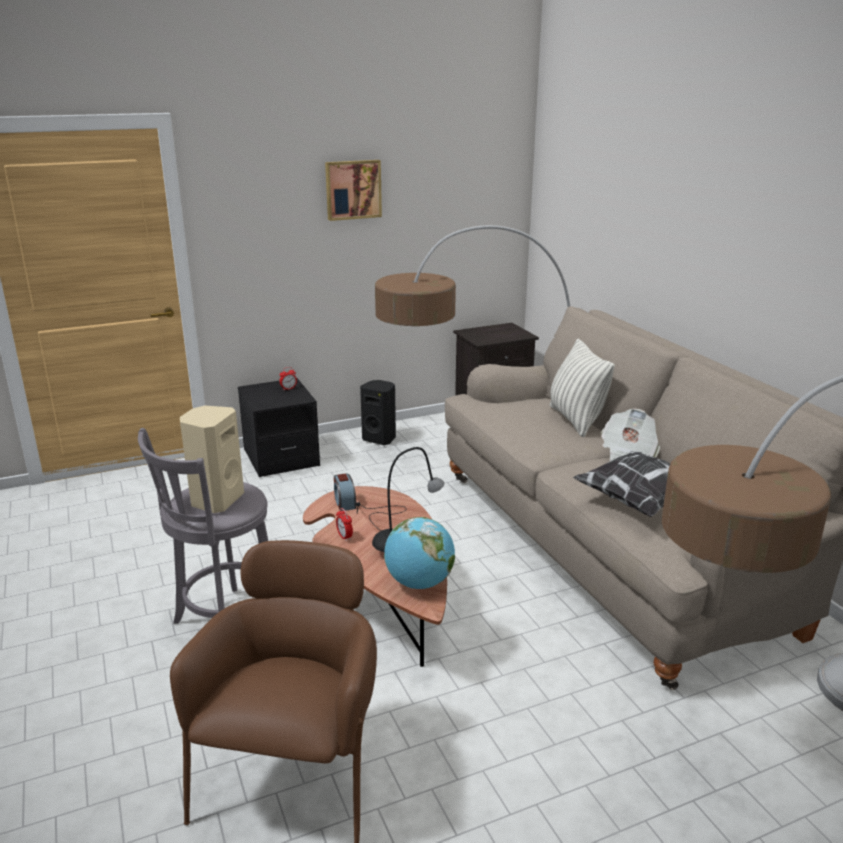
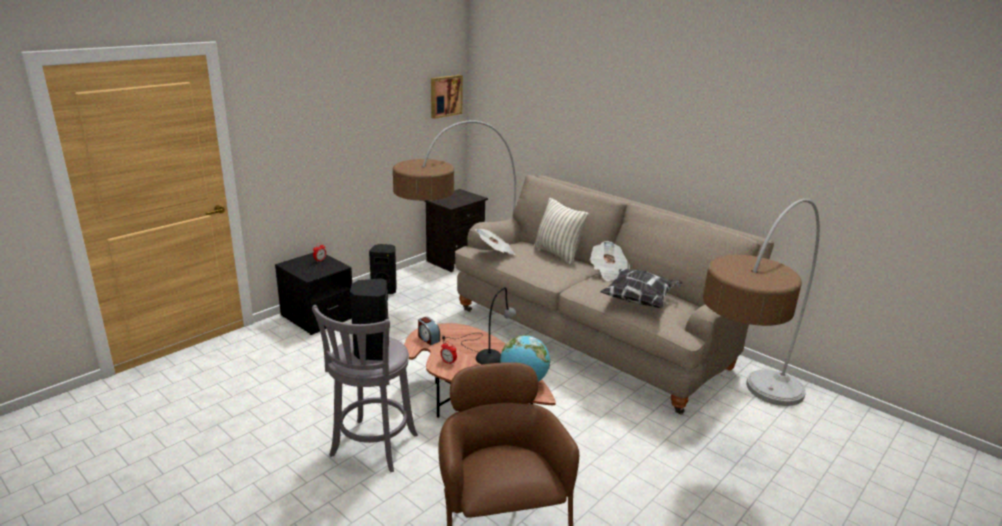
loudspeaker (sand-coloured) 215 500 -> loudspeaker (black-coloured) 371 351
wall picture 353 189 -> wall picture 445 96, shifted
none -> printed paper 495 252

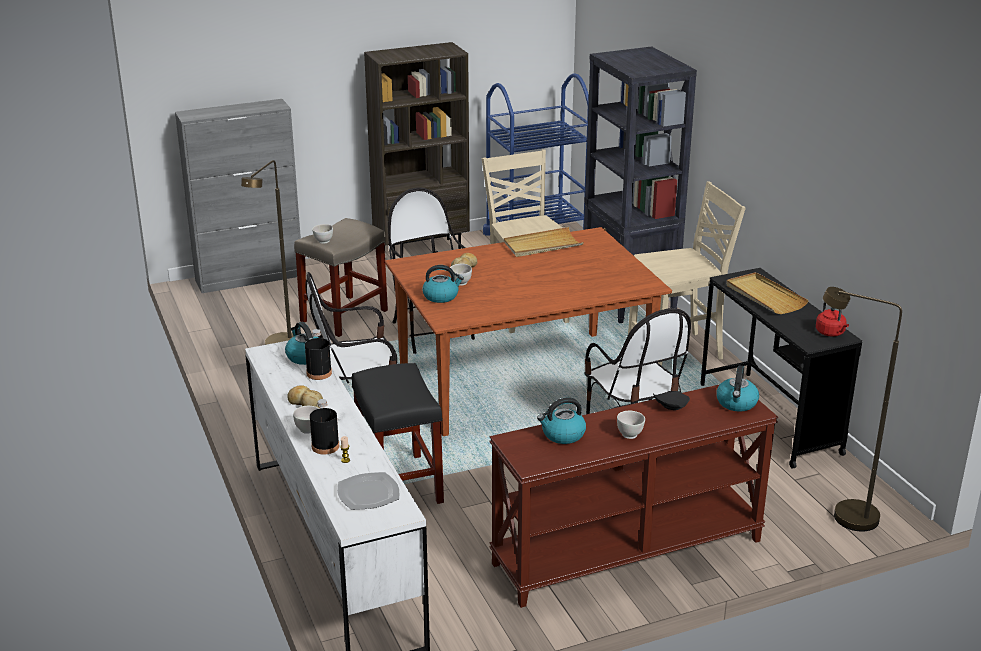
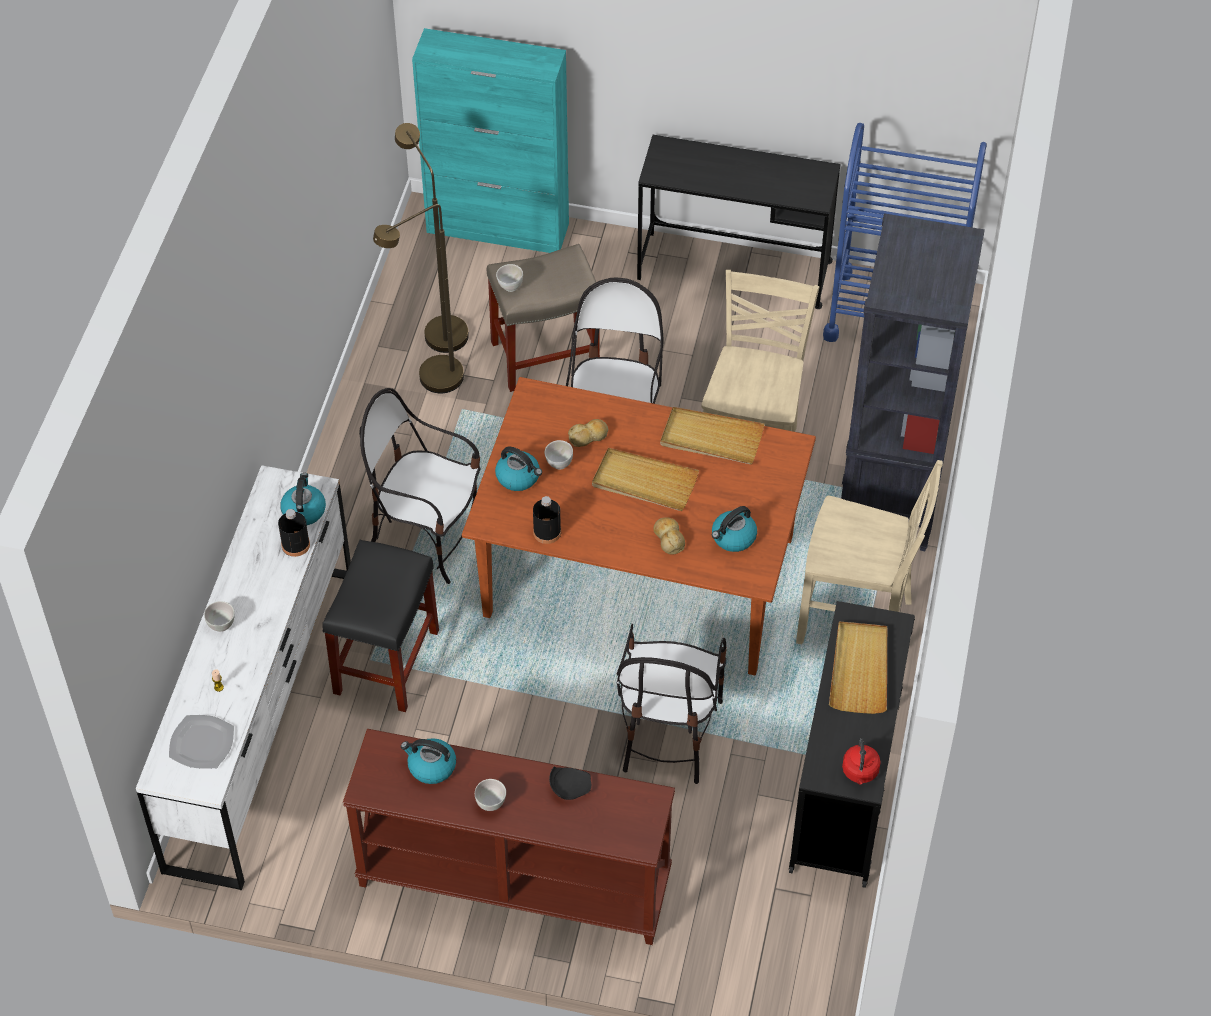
storage cabinet (grey) 250 278 -> storage cabinet (blue-green) 498 228
bread 305 403 -> bread 669 538, shifted
beverage bottle (black-coloured) 325 446 -> beverage bottle (black-coloured) 547 532, shifted
bookshelf (brownish) 422 250 -> desk table (black-coloured) 734 270
water kettle 736 403 -> water kettle 733 538, shifted
standing lamp (brownish) 843 515 -> standing lamp (brownish) 439 328, shifted
none -> serving tray (sand-coloured) 644 482

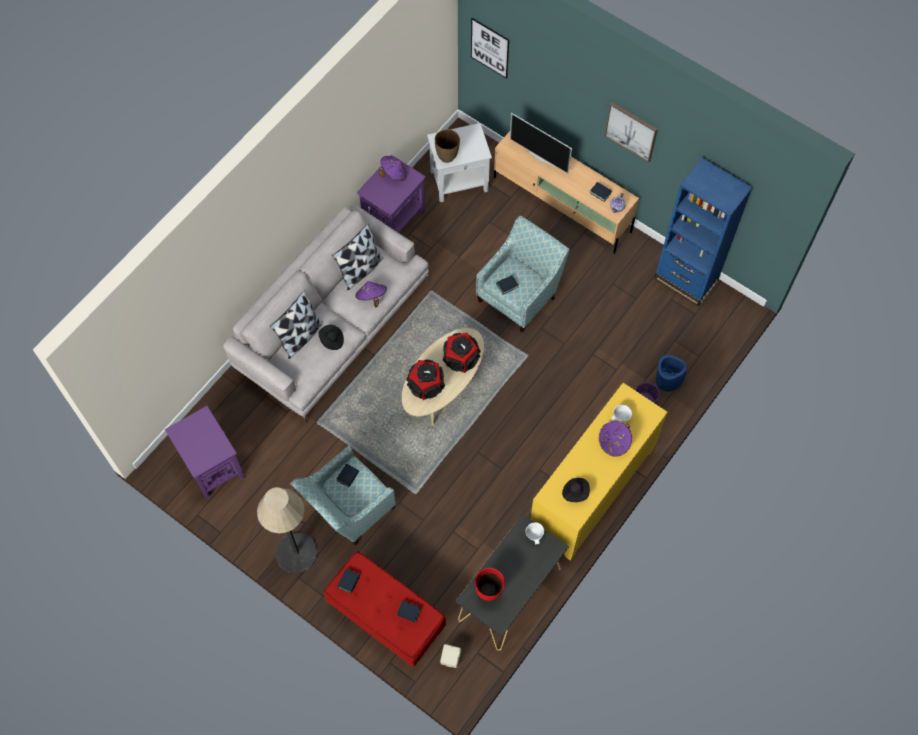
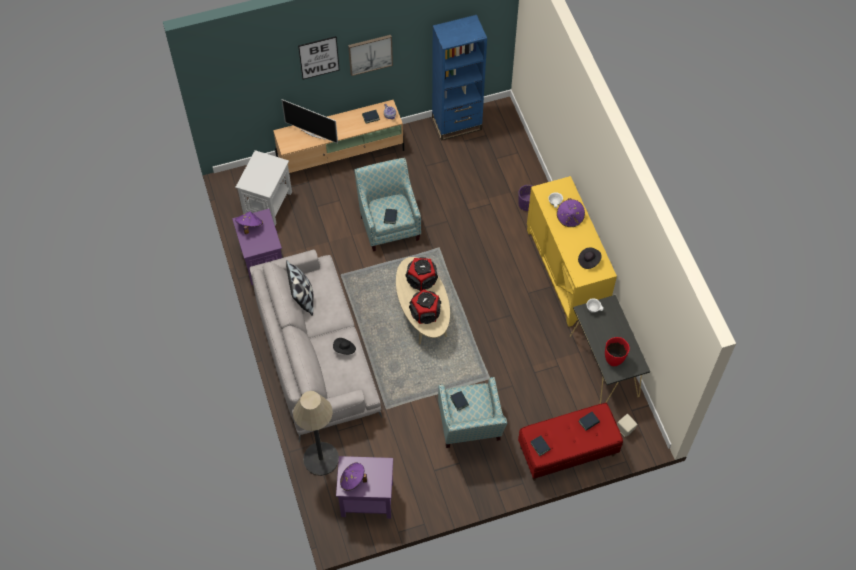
standing lamp 296 552 -> standing lamp 321 459, shifted
cushion 300 336 -> none
wearable hat (purple-coloured) 371 297 -> wearable hat (purple-coloured) 352 480, shifted
vase (brownish) 447 156 -> none
wall picture 490 48 -> wall picture 319 57, shifted
television 540 157 -> television 313 133, 45 degrees clockwise
plant pot (bluish) 668 380 -> none

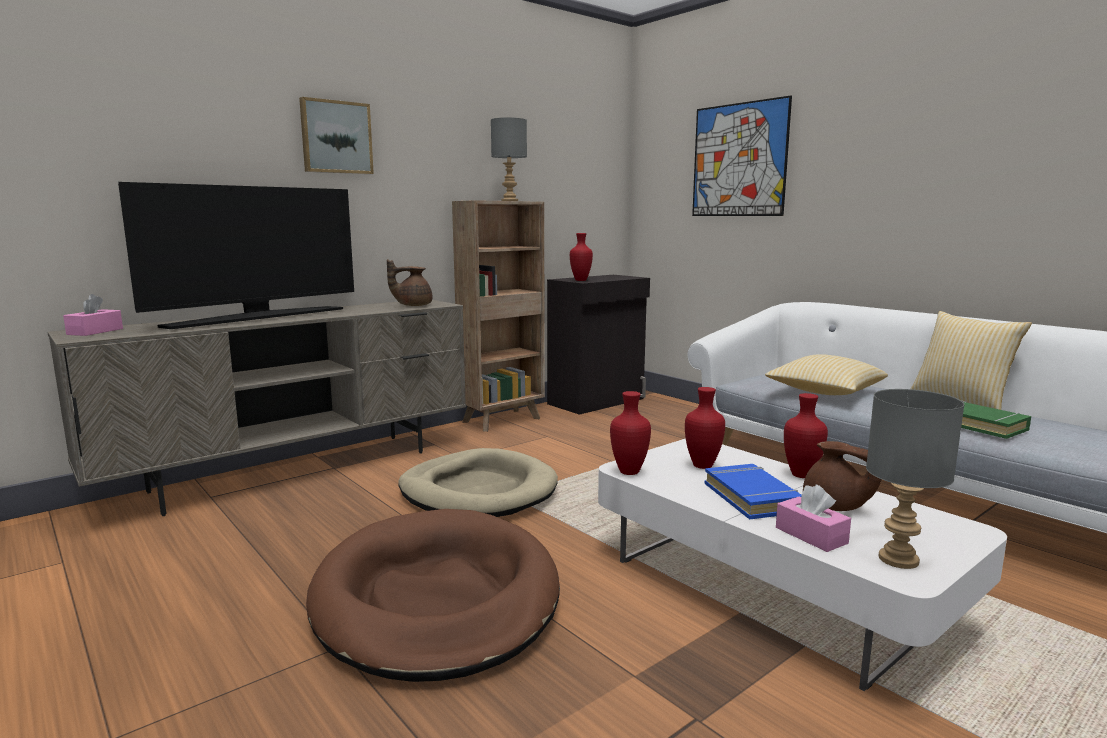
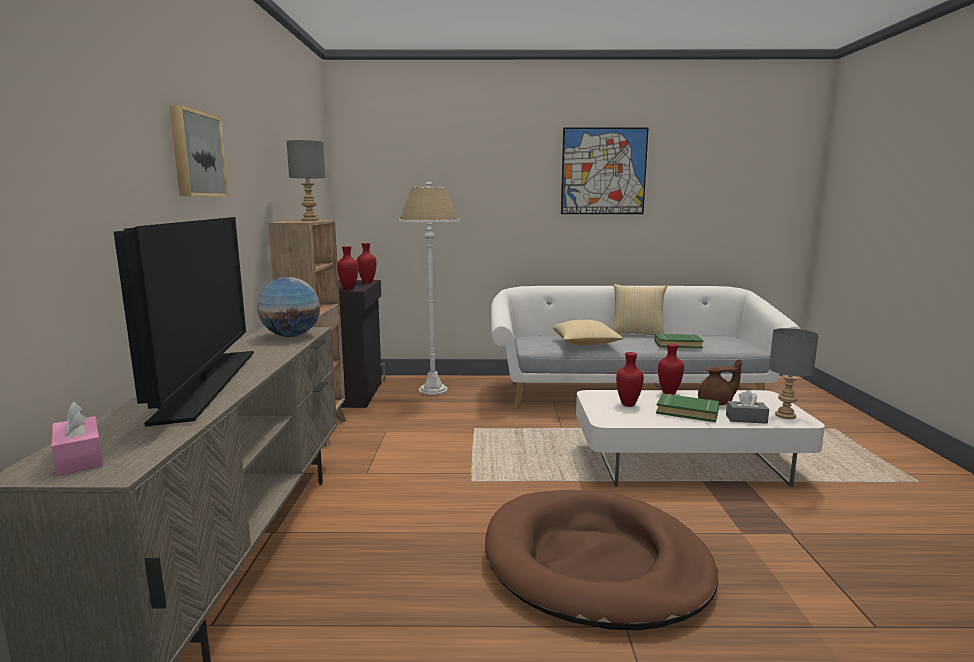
tea pot (brownish) 412 305 -> globe 290 336
pet bed (sand-coloured) 478 491 -> none
vase (red) 627 472 -> vase (red) 367 282, shifted
wall picture 739 160 -> wall picture 603 171, shifted
bound book (bluish) 752 497 -> bound book (greenish) 687 412
tissue holder (pink-coloured) 811 535 -> tissue holder (grey) 746 419
none -> standing lamp (whitish) 433 390

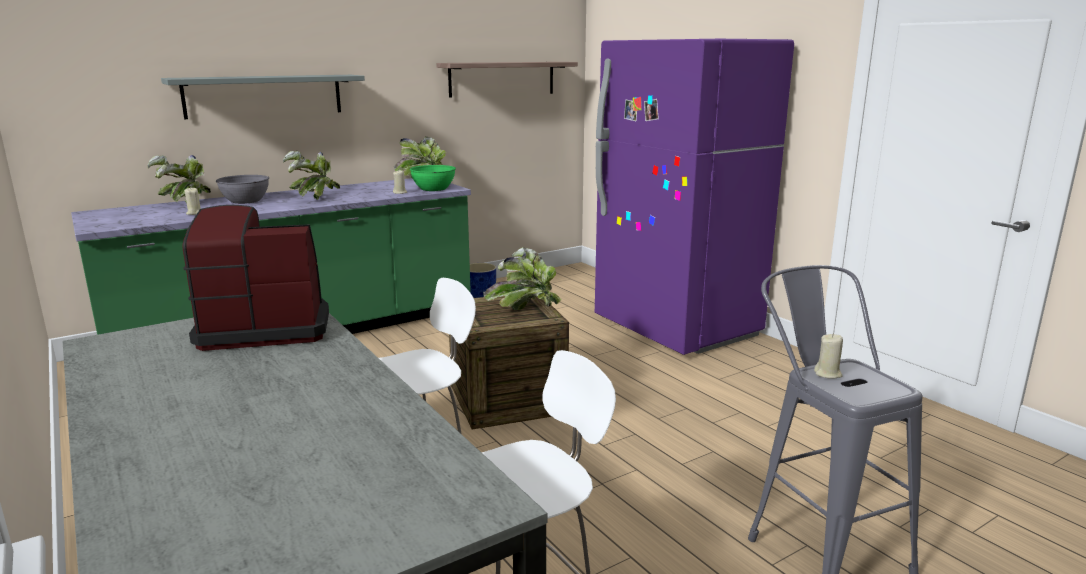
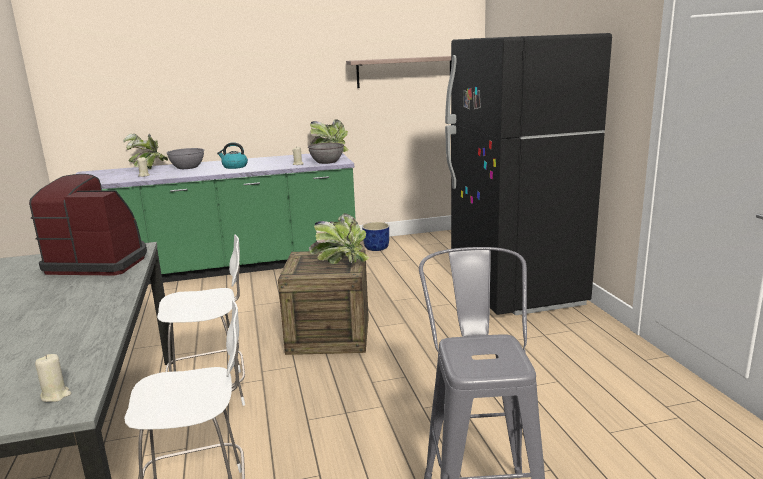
wall shelf (grey) 264 96 -> none
plant in a pot 315 198 -> water kettle 234 166
serving bowl (greenish) 433 189 -> serving bowl (grey) 327 161
kitchen fridge (purple-coloured) 676 328 -> kitchen fridge (black-coloured) 516 291
wax light (sand-coloured) 828 374 -> wax light (sand-coloured) 56 395, shifted

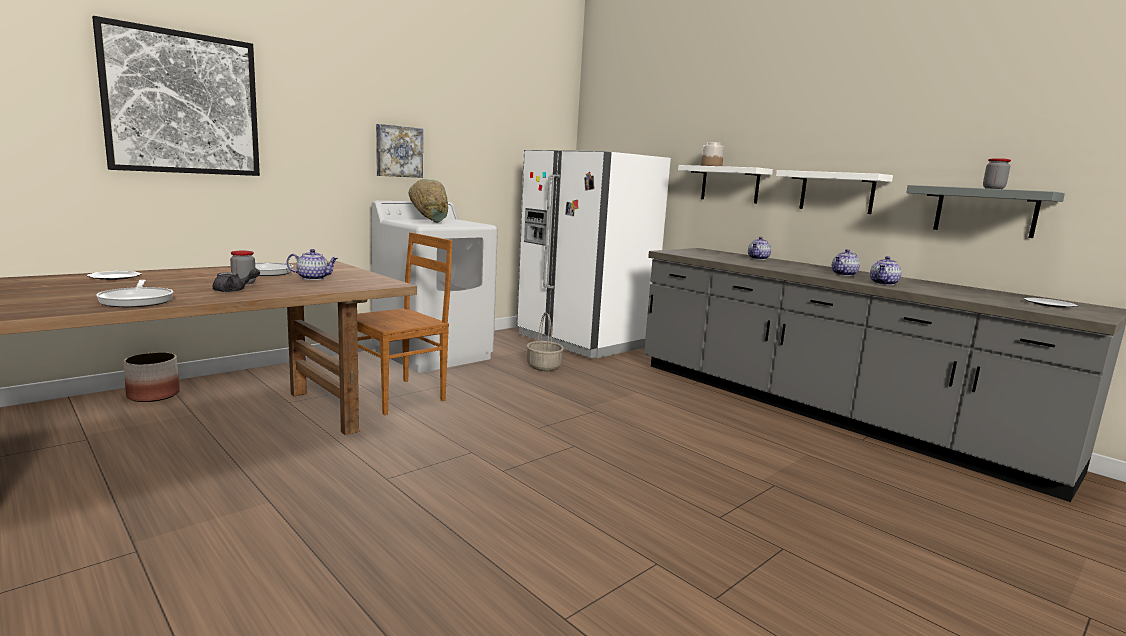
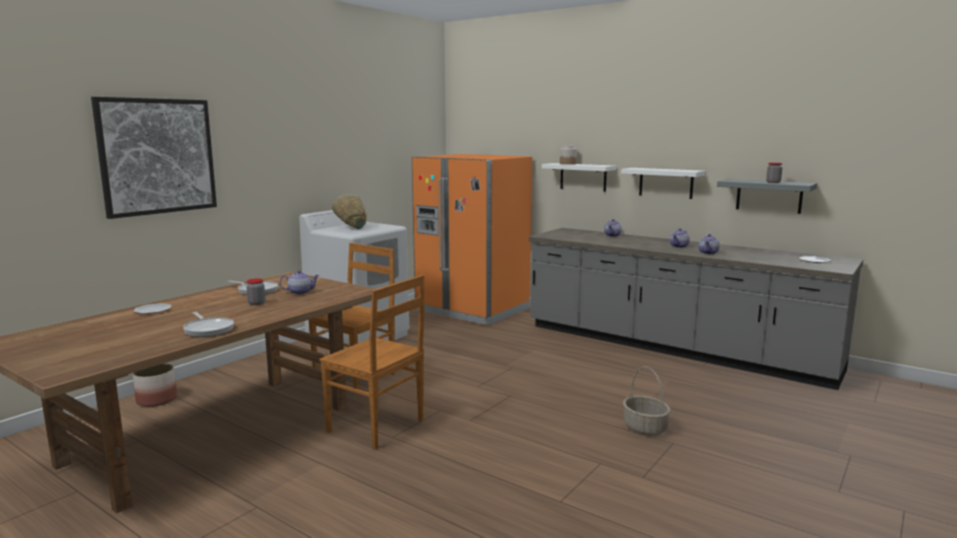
tea pot (grey) 234 290 -> none
wall picture 398 151 -> none
kitchen fridge (whitish) 583 340 -> kitchen fridge (orangey) 472 310
storage basket 543 366 -> storage basket 644 428, shifted
none -> chair (brownish) 377 426

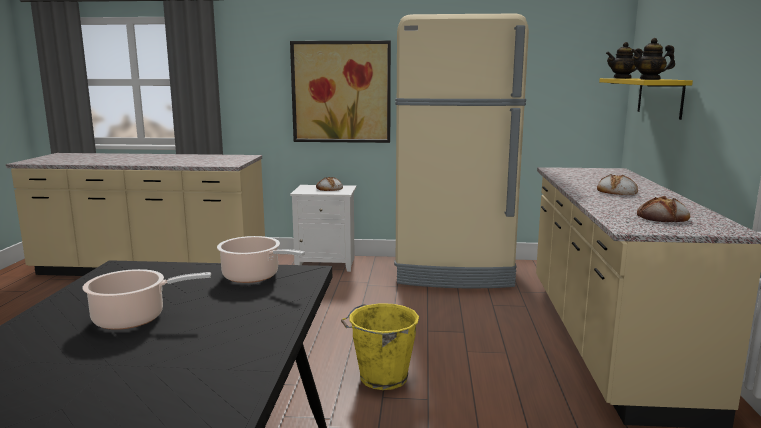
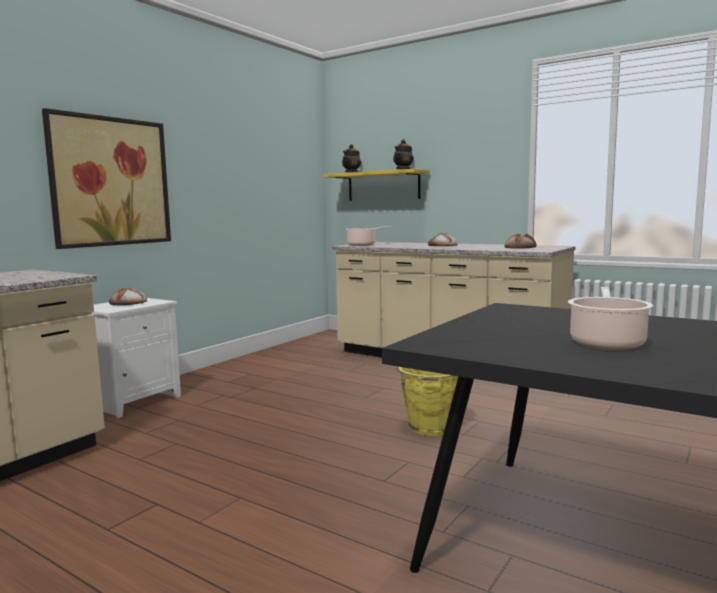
saucepot 254 276 -> saucepot 363 245, shifted
kitchen fridge (sand-coloured) 454 272 -> none

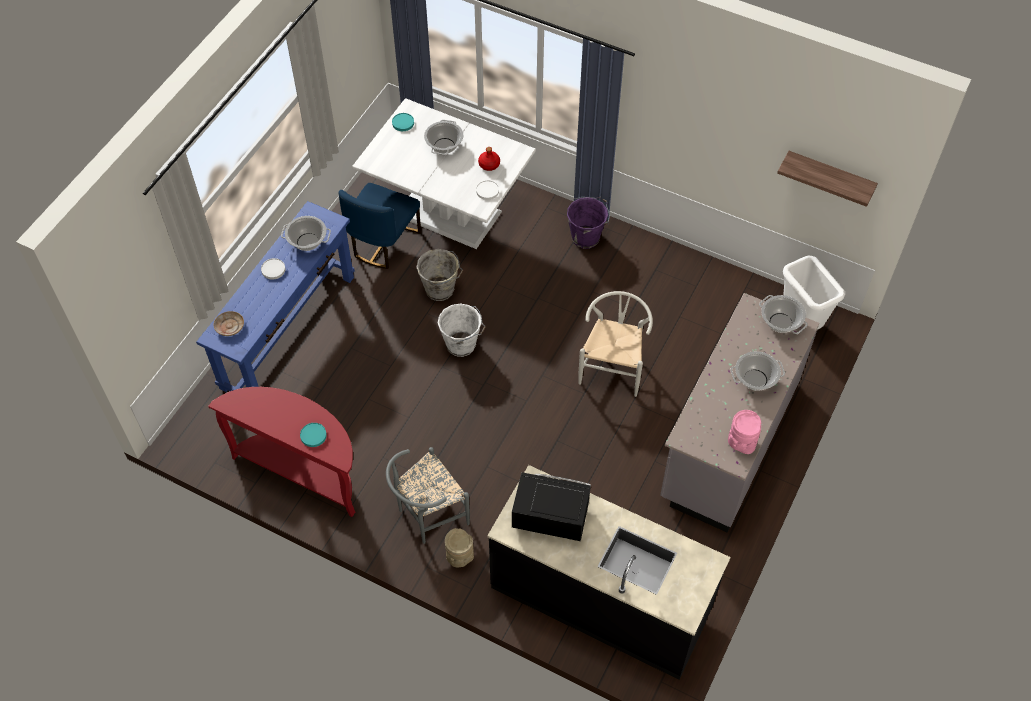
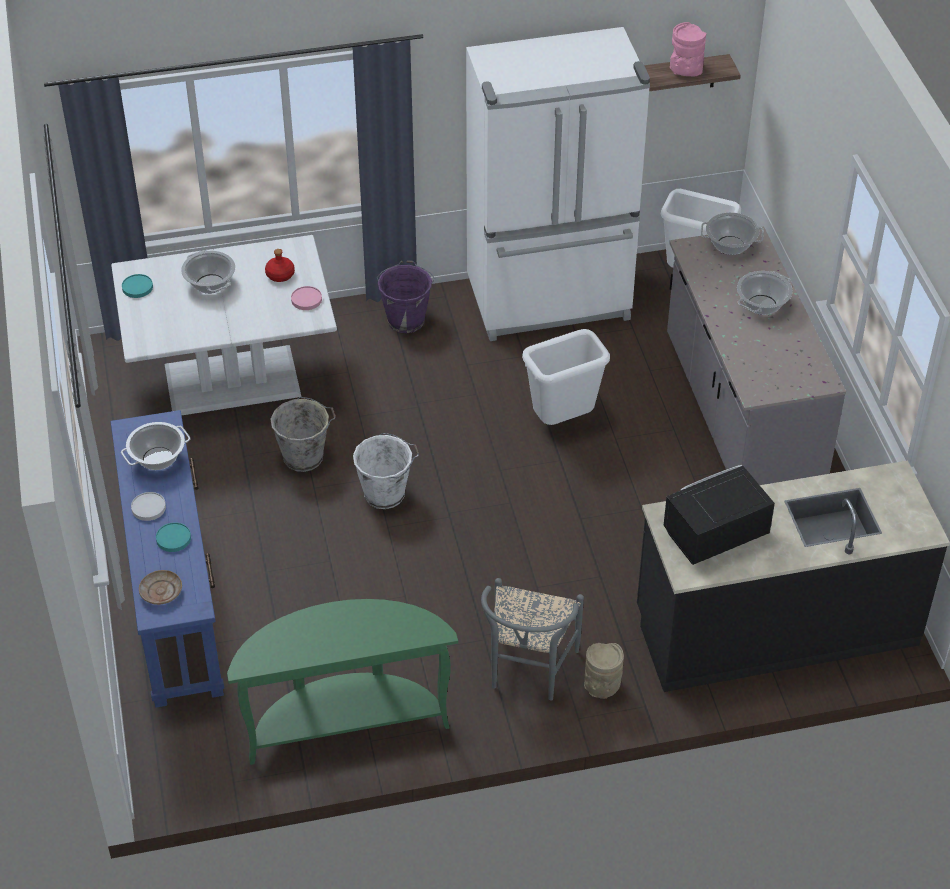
hall table (red) 303 471 -> hall table (greenish) 346 722
dinner plate (blue-green) 313 435 -> dinner plate (blue-green) 173 538, shifted
chair (bluish) 383 243 -> none
dinner plate (whitish) 487 191 -> dinner plate (pink-coloured) 306 299
chair (whitish) 613 368 -> waste bin (whitish) 563 420
vase (pink-coloured) 741 443 -> vase (pink-coloured) 685 71, shifted
none -> kitchen fridge (whitish) 550 301

